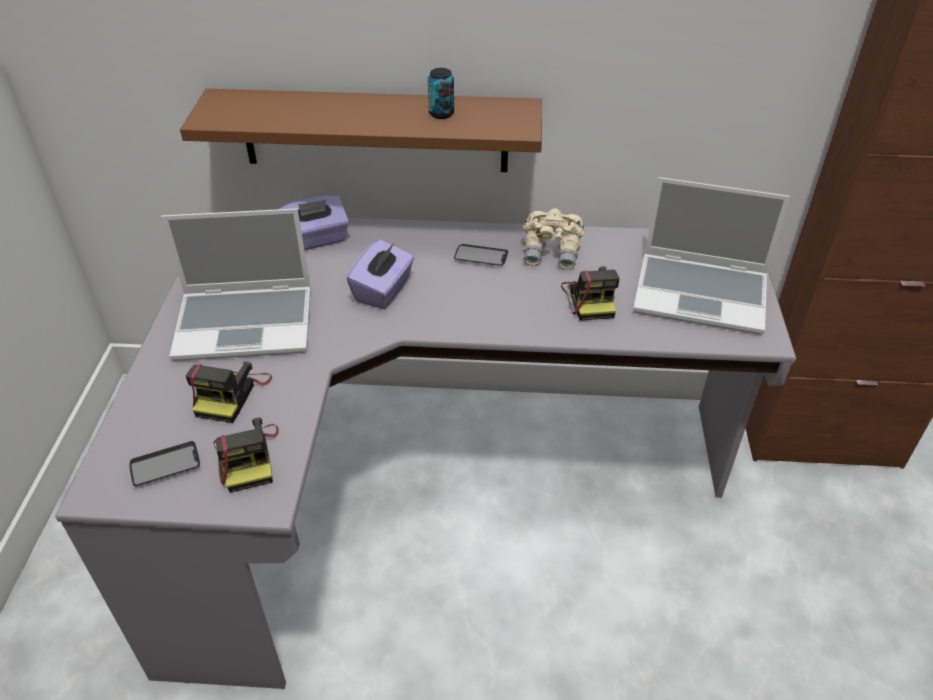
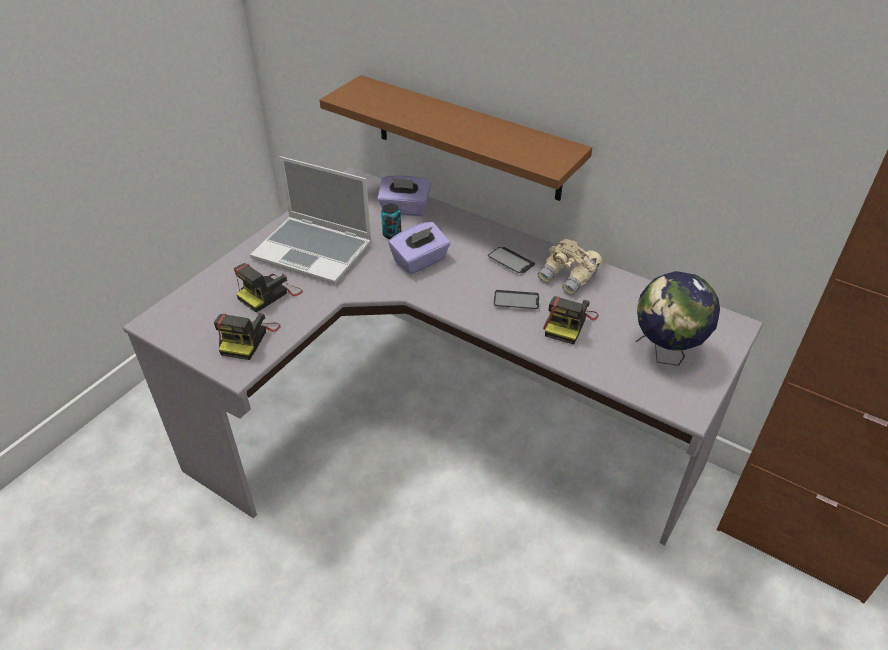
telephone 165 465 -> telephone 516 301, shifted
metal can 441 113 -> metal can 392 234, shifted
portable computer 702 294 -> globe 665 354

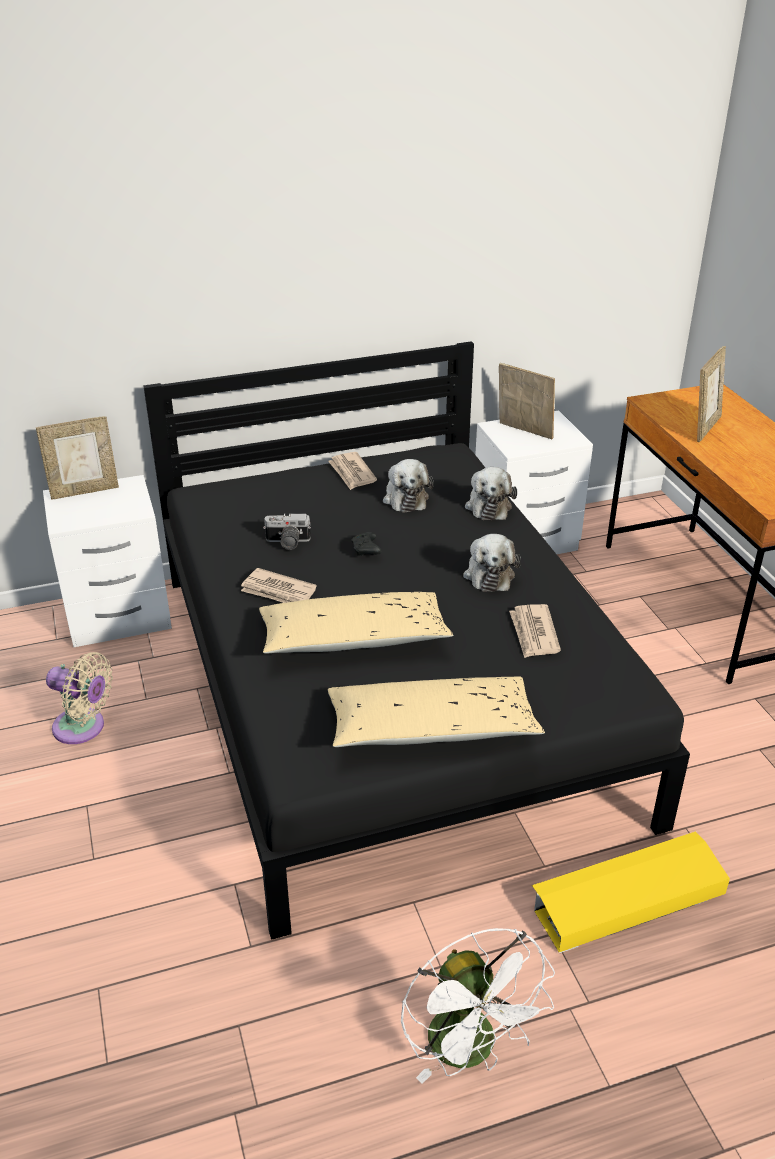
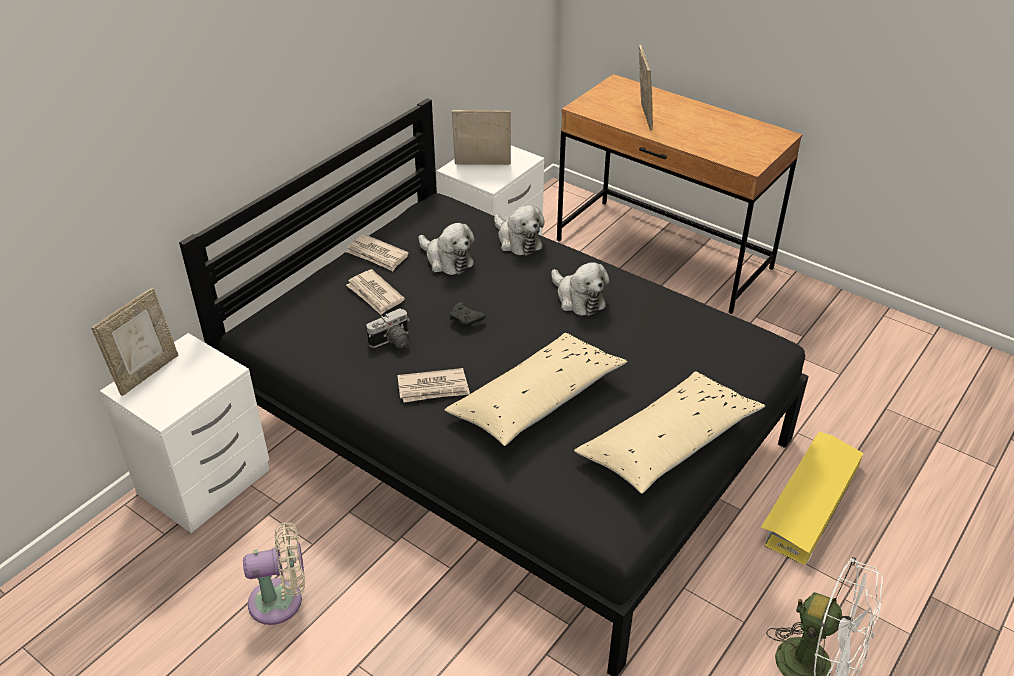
printed paper 533 633 -> printed paper 375 294, shifted

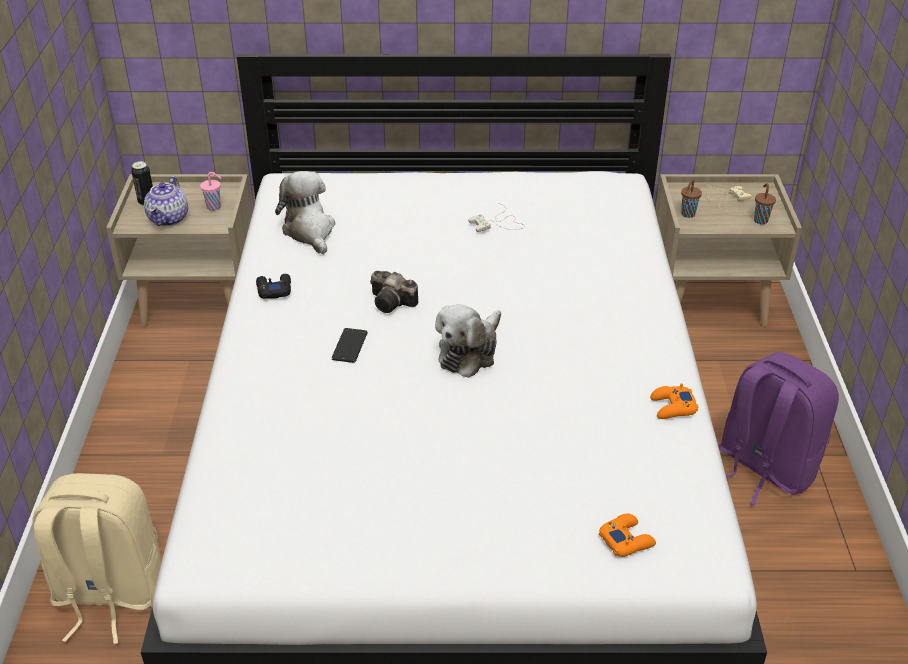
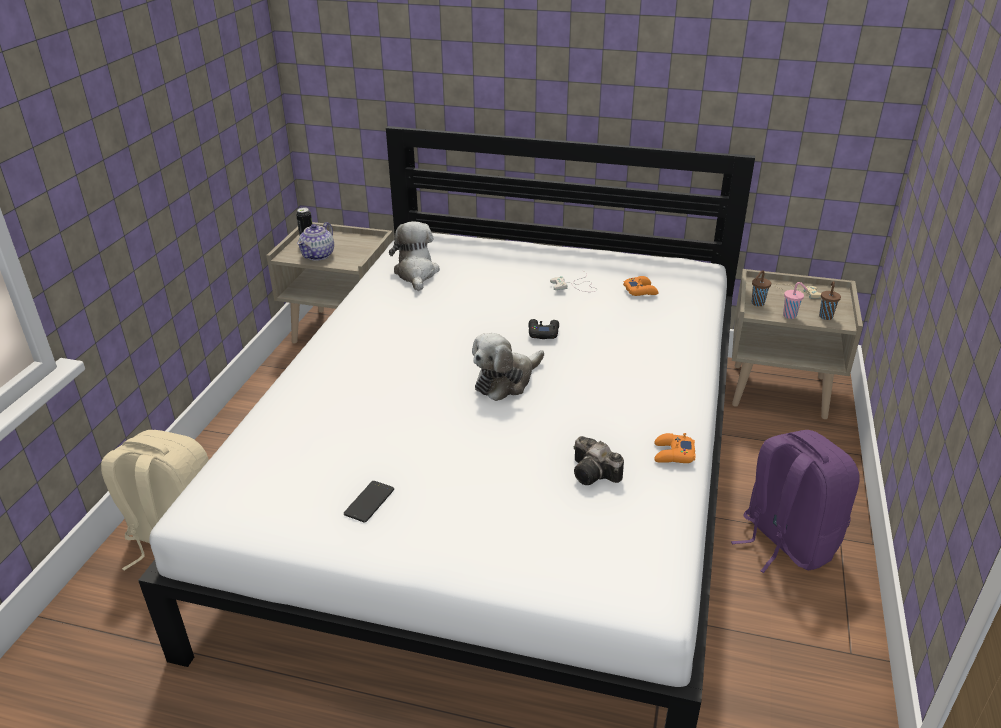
cup (pink-coloured) 214 207 -> cup (pink-coloured) 790 316, shifted
gamepad (black-coloured) 274 290 -> gamepad (black-coloured) 543 332, shifted
telephone 349 346 -> telephone 369 502, shifted
photo camera 393 303 -> photo camera 595 474, shifted
gamepad (orangey) 626 539 -> gamepad (orangey) 640 290, shifted

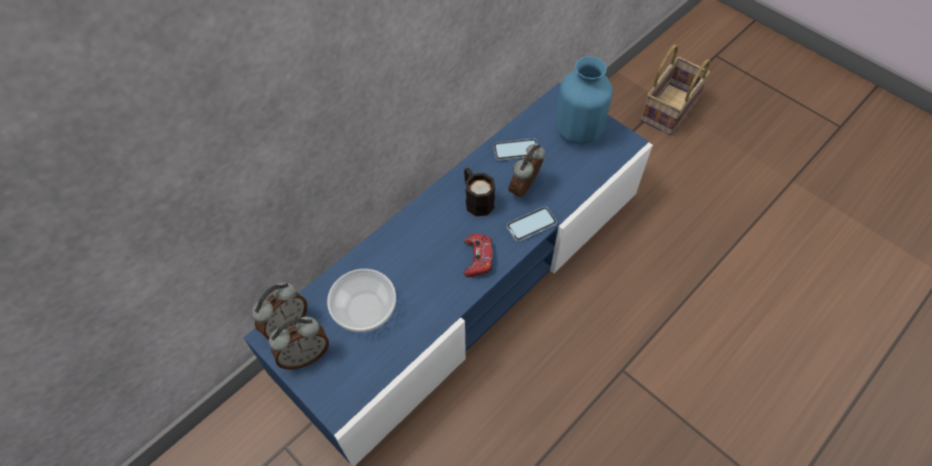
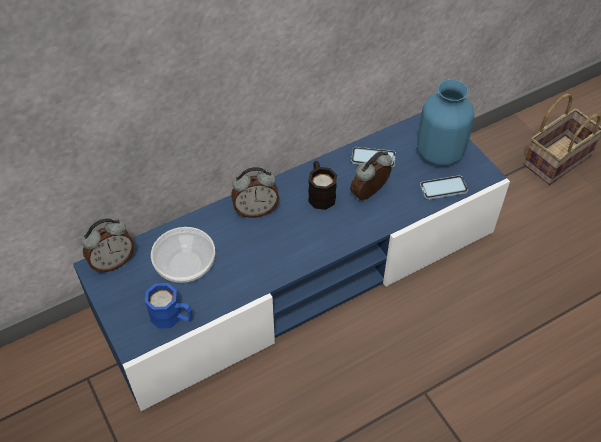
table clock 305 355 -> table clock 256 210, shifted
gamepad (red) 477 258 -> none
telephone 531 225 -> telephone 443 188, shifted
none -> mug (bluish) 172 317

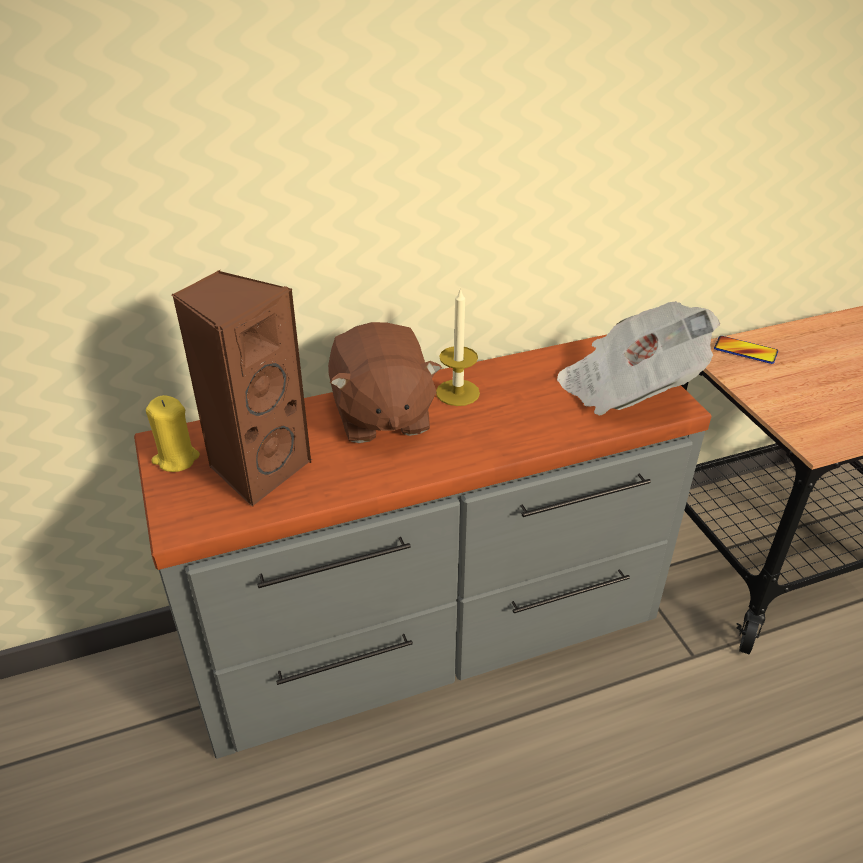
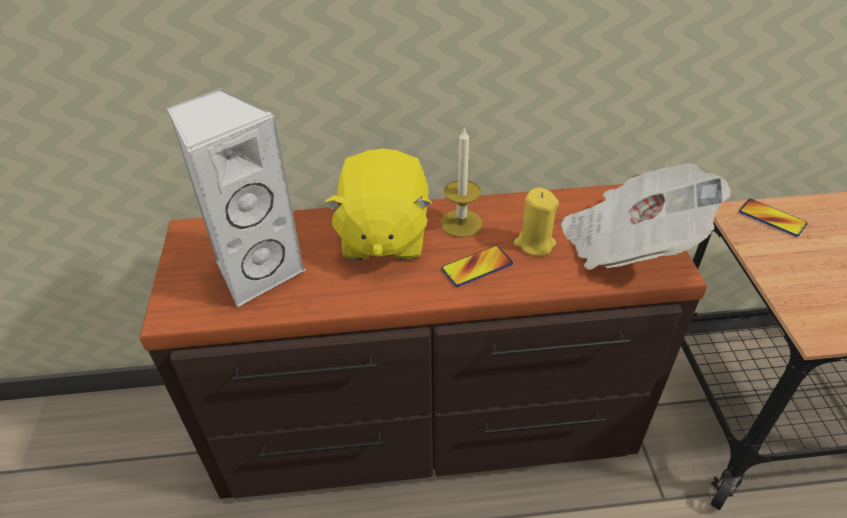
dresser (grey) 430 632 -> dresser (brownish) 426 424
wax light (yellow-coloured) 176 459 -> wax light (yellow-coloured) 534 243, shifted
loudspeaker (brownish) 257 468 -> loudspeaker (whitish) 256 270
soft toy (brownish) 381 416 -> soft toy (yellow-coloured) 383 236
none -> telephone 477 267

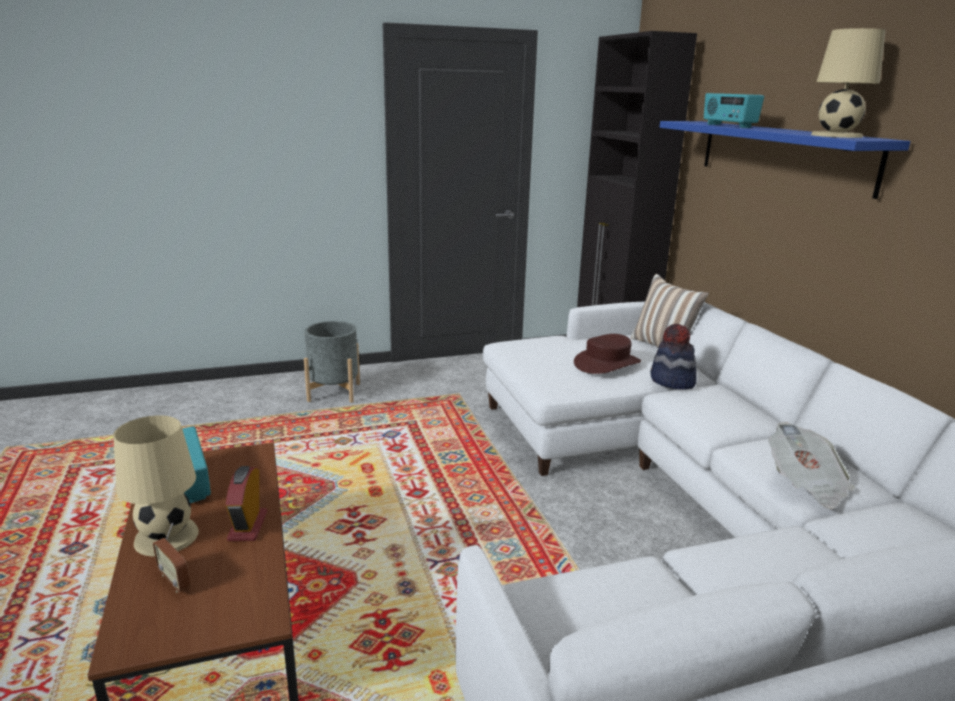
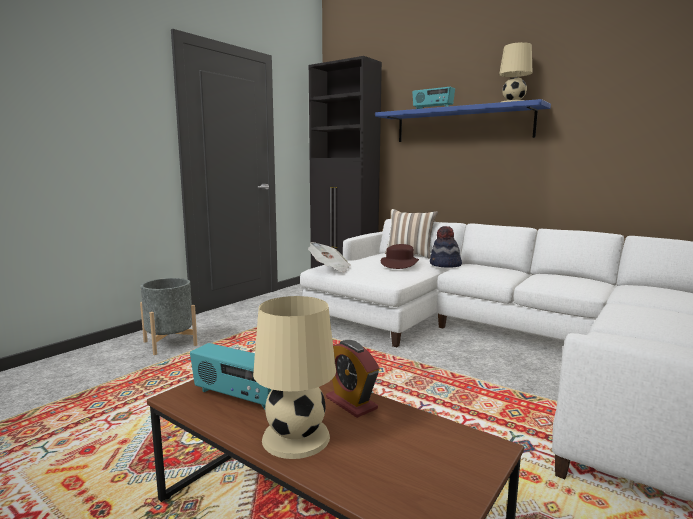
radio receiver 175 581 -> none
printed paper 806 484 -> printed paper 330 268, shifted

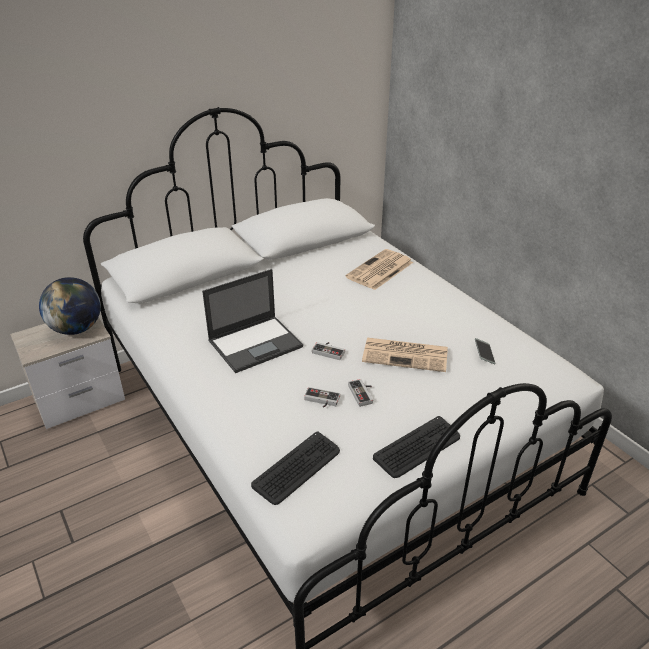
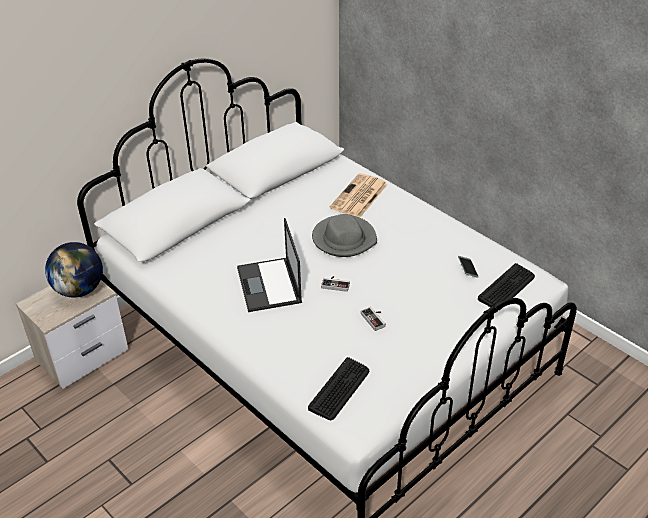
portable computer 256 343 -> portable computer 269 285, 120 degrees clockwise
gamepad 321 401 -> none
printed paper 406 355 -> none
PC keyboard 417 447 -> PC keyboard 507 288, shifted
none -> wearable hat (grey) 344 238

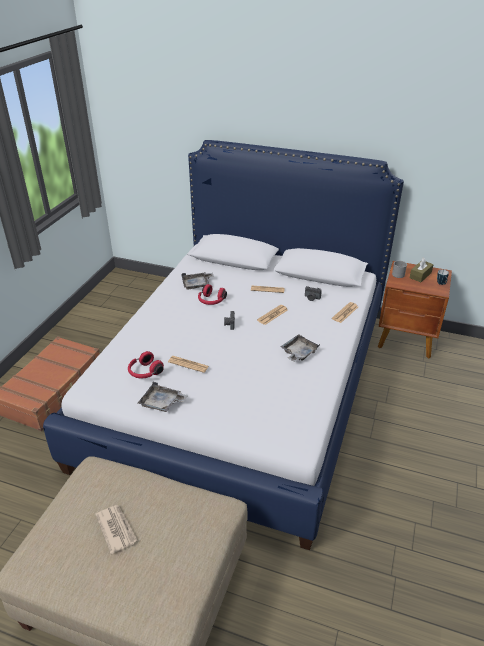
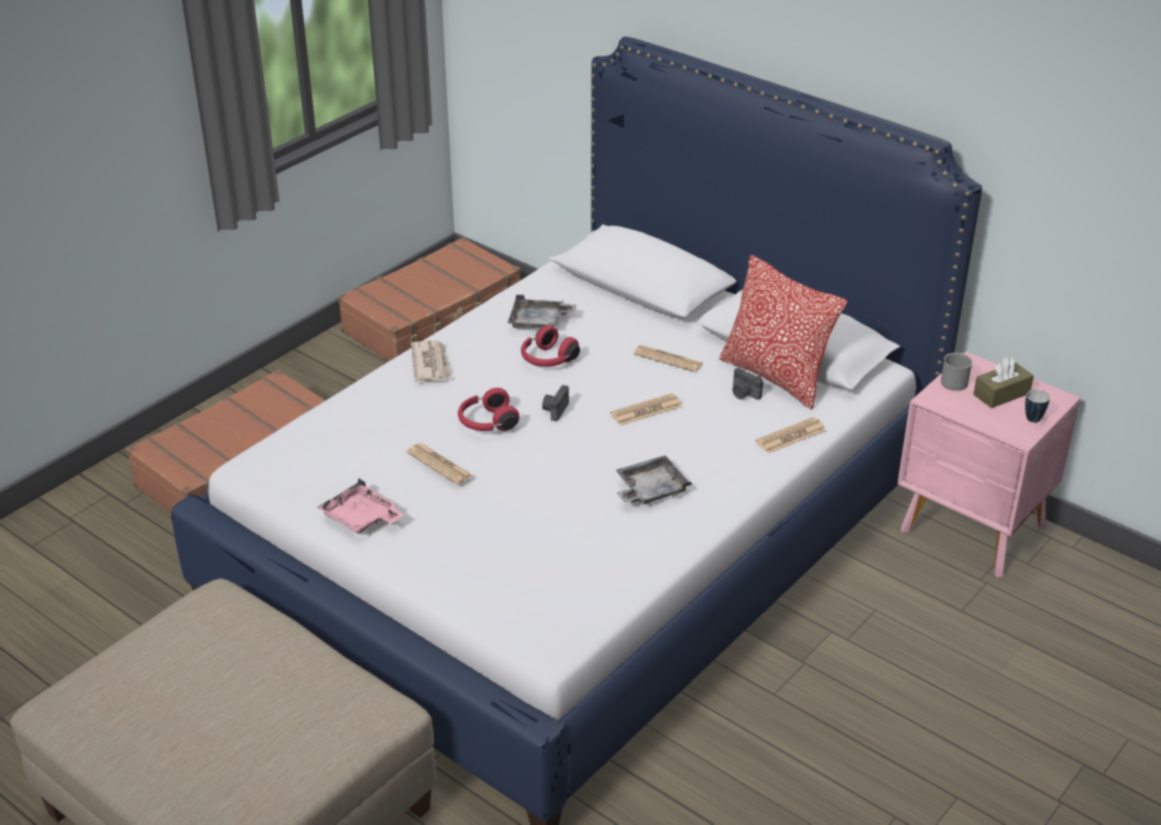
printed paper 116 529 -> printed paper 431 364, shifted
headset (red) 145 372 -> headset (red) 487 423, shifted
serving tray (grey) 162 403 -> serving tray (pink-coloured) 361 519
night table (brownish) 406 340 -> night table (pink-coloured) 973 531
none -> piece of luggage (brownish) 434 319
none -> cushion 776 377

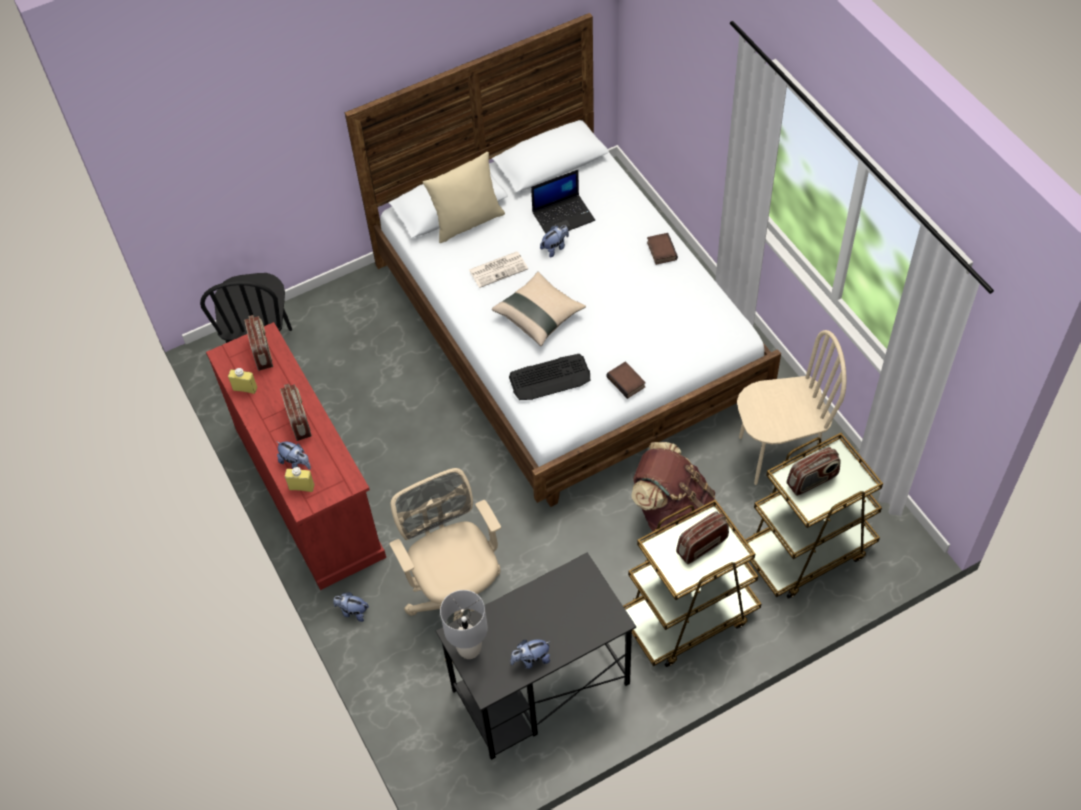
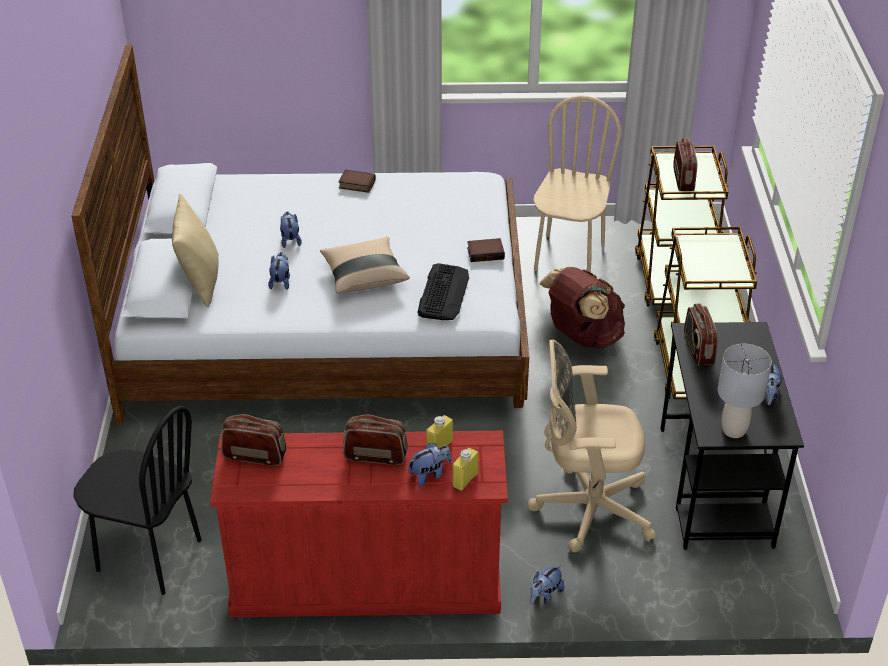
beverage bottle (yellow-coloured) 245 388 -> beverage bottle (yellow-coloured) 439 446, shifted
printed paper 498 269 -> soft toy 280 282
portable computer 563 216 -> none
radio receiver 701 546 -> radio receiver 698 350, shifted

